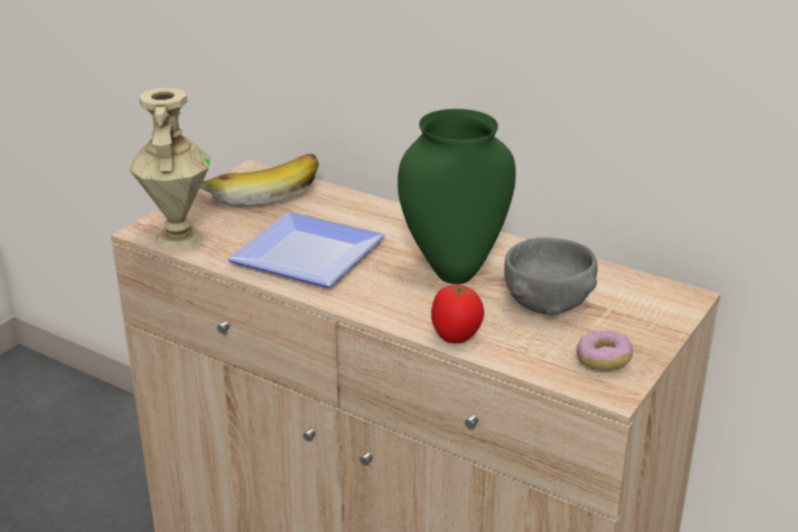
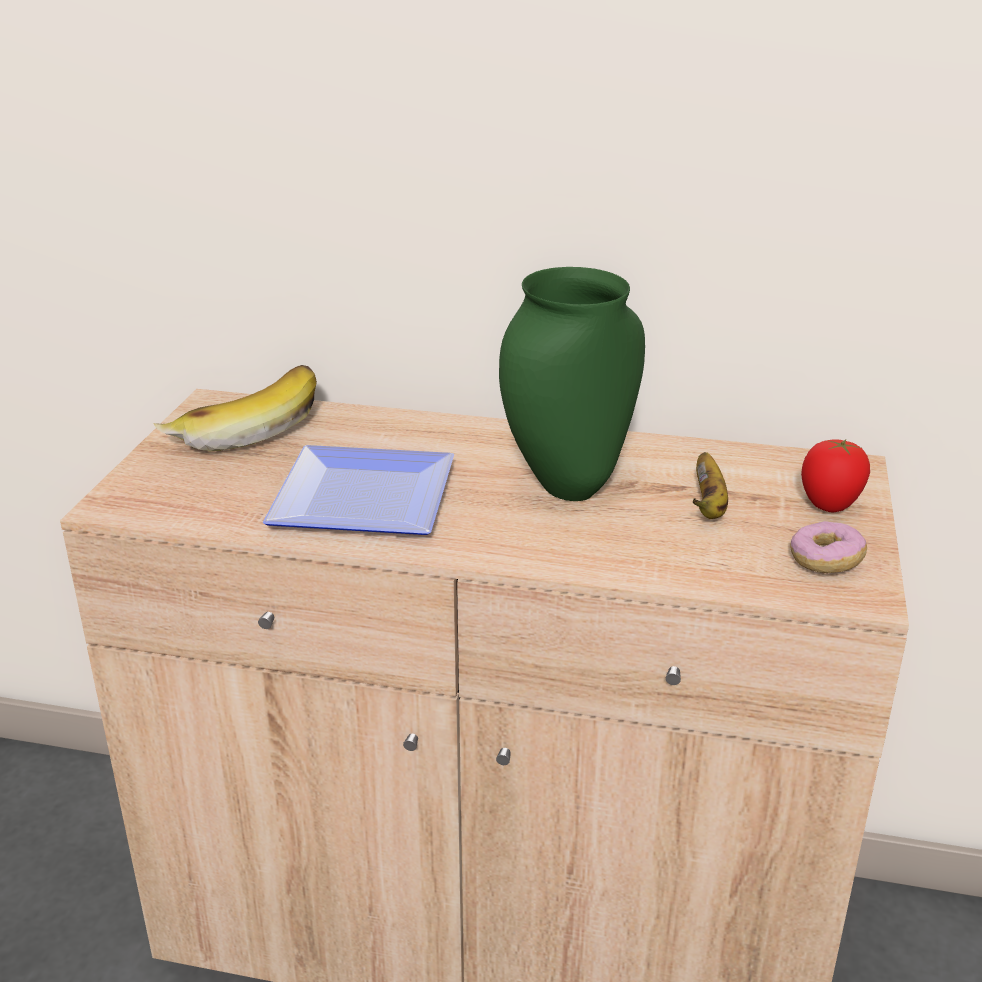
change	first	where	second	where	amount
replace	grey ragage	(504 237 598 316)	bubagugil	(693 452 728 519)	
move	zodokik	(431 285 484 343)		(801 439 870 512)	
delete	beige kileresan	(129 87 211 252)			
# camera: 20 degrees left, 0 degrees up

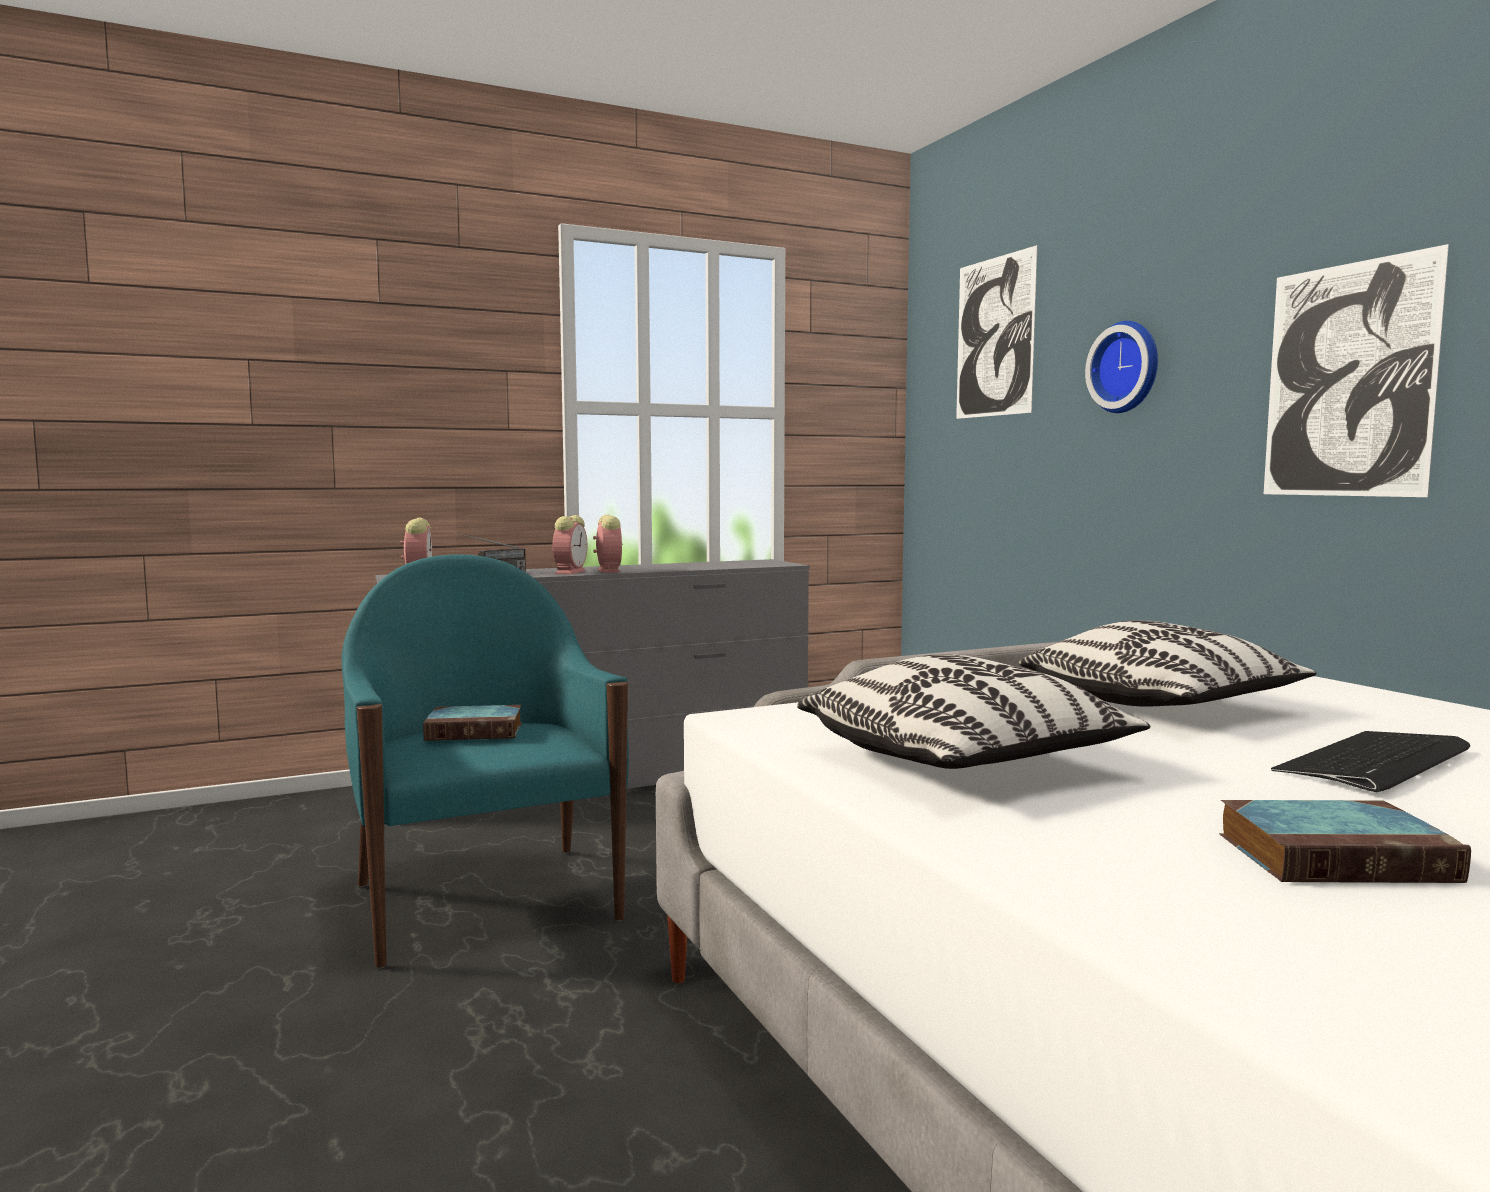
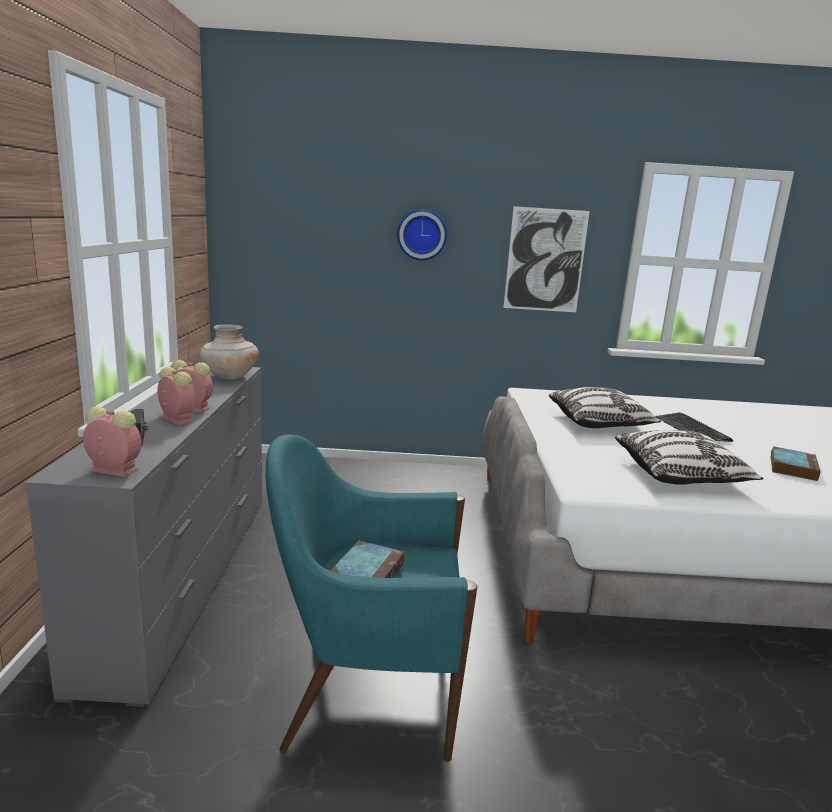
change	first	where	second	where	amount
insert			beige kileresan	(200 324 259 380)	
delete	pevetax	(956 245 1037 419)			
# camera: 65 degrees left, 10 degrees up

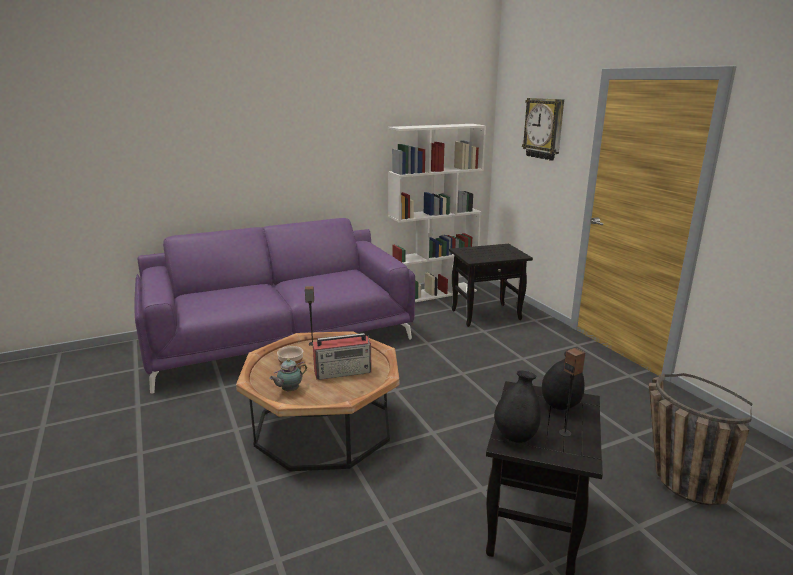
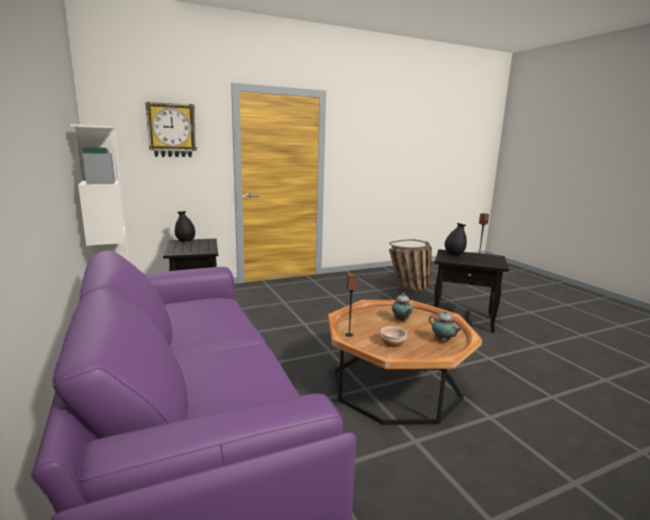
change	first	where	second	where	amount
move	black kileresan	(494 370 541 443)		(175 211 195 242)	
replace	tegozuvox	(313 333 372 380)	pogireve	(392 293 413 322)	
# camera: 90 degrees left, 5 degrees down

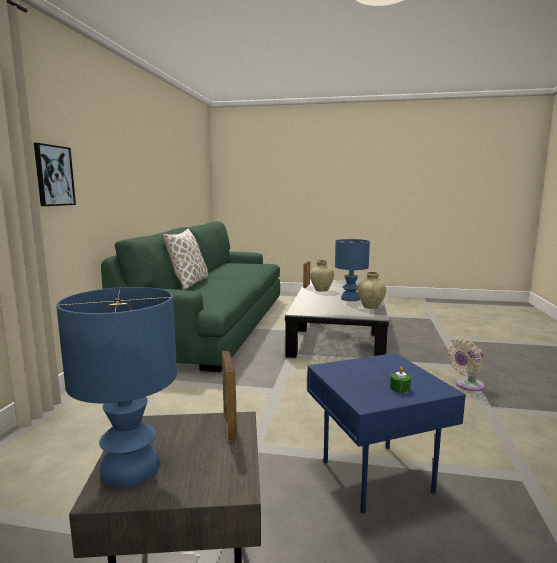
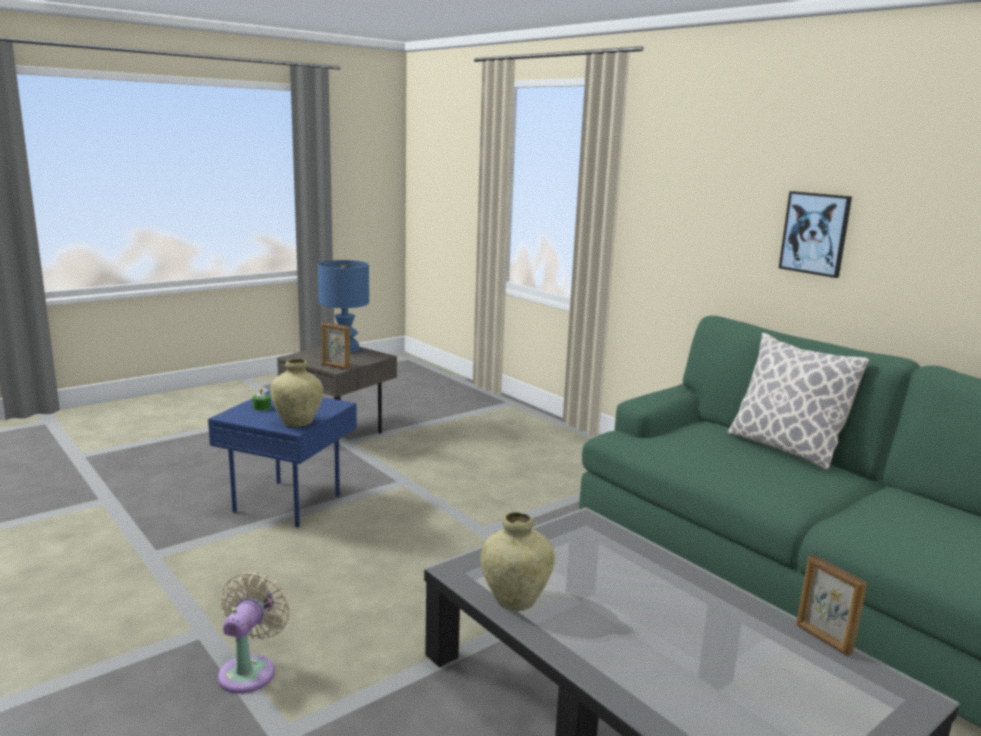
change	first	where	second	where	amount
move	beige kileresan	(310 260 334 292)		(270 359 323 427)	
move	pevetax	(34 143 76 206)		(779 191 852 278)	
delete	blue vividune	(335 239 370 301)			
# camera: 130 degrees right, 5 degrees up

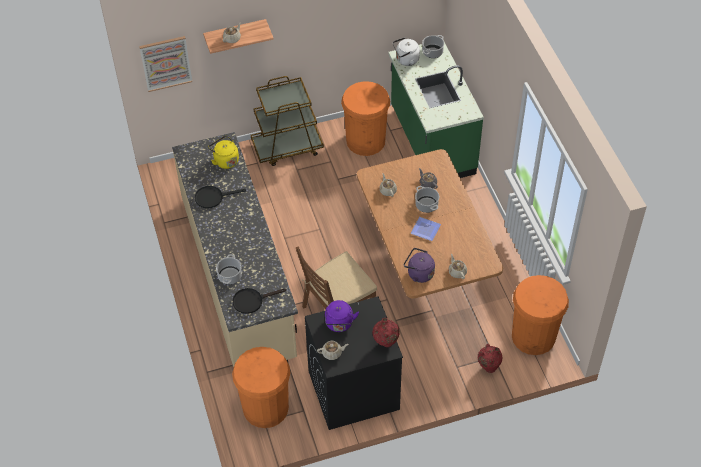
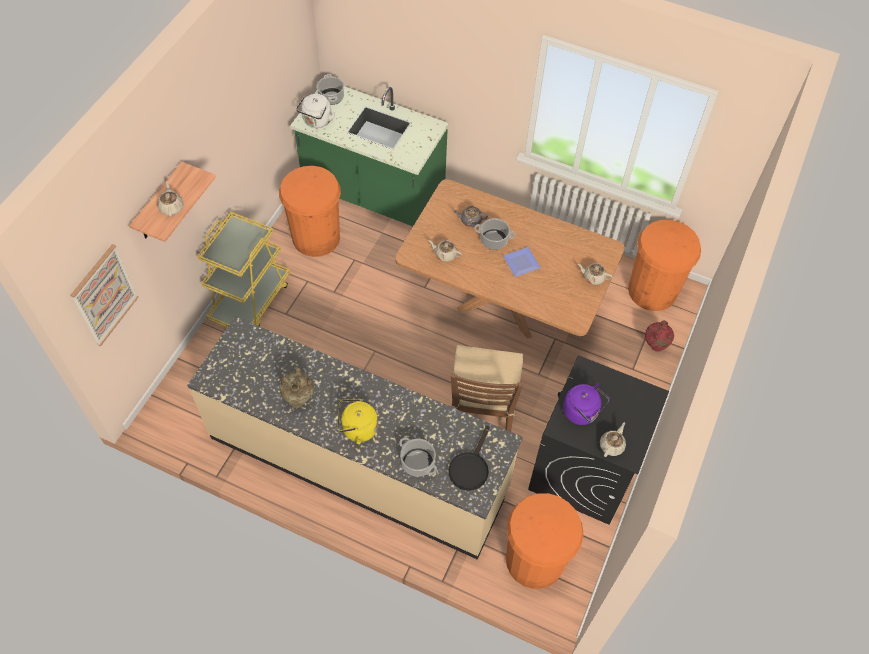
change	first	where	second	where	amount
recolor	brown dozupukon	(251 76 324 166)	yellow dozupukon	(198 212 290 327)	
replace	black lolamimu	(195 186 246 209)	beige kileresan	(279 367 314 408)	
move	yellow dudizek	(208 135 239 169)		(337 399 378 444)	
delete	red kileresan	(373 318 399 347)			
delete	purple dudizek	(404 248 435 283)			
# camera: 50 degrees left, 5 degrees up

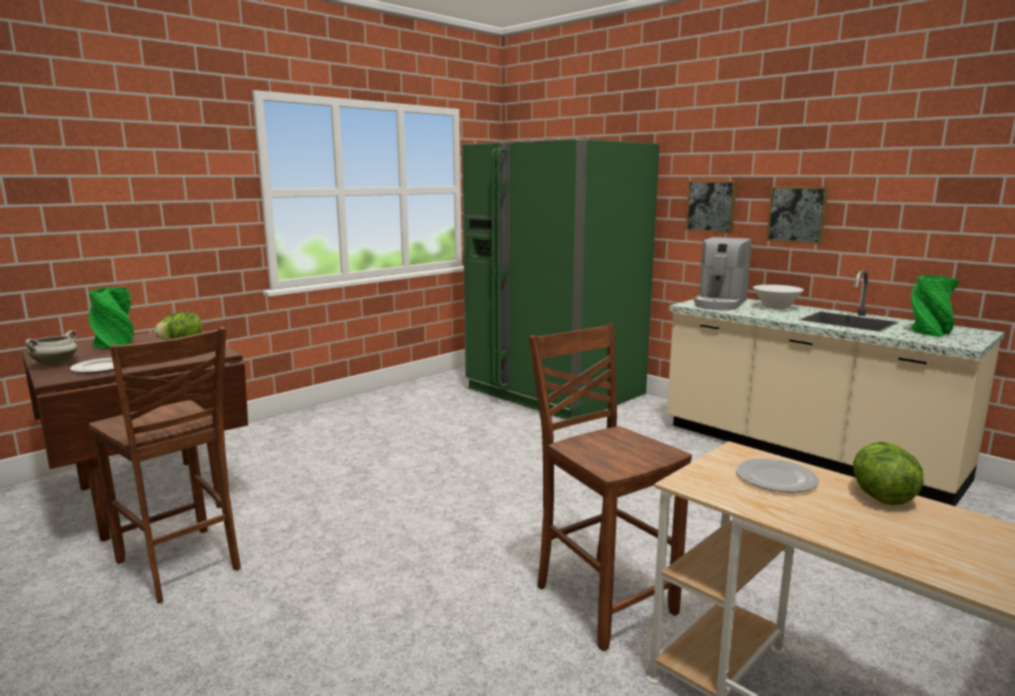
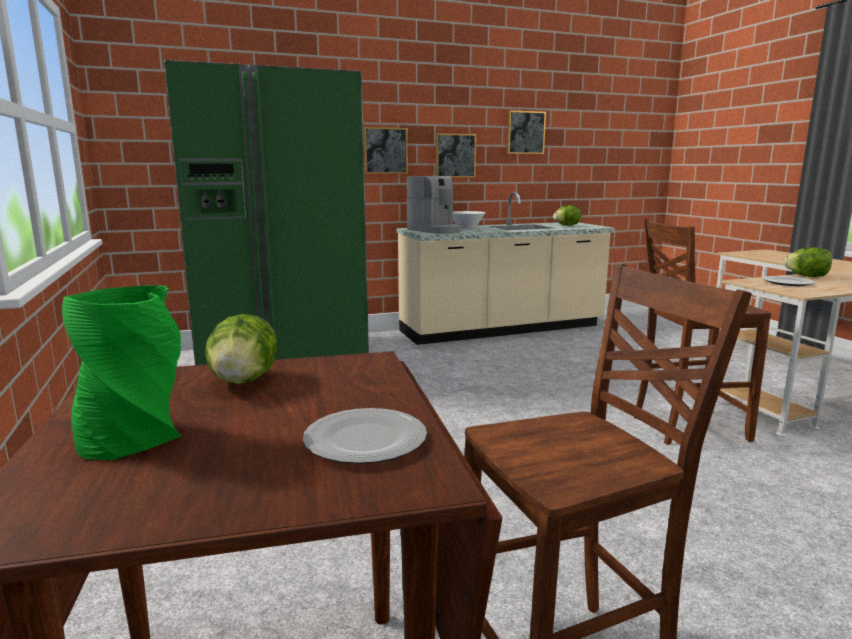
change	first	where	second	where	amount
insert			pevetax	(507 110 546 154)	
replace	green kileresan	(910 275 959 337)	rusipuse	(553 205 581 226)	
delete	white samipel	(25 330 77 366)			
# camera: 65 degrees left, 0 degrees up

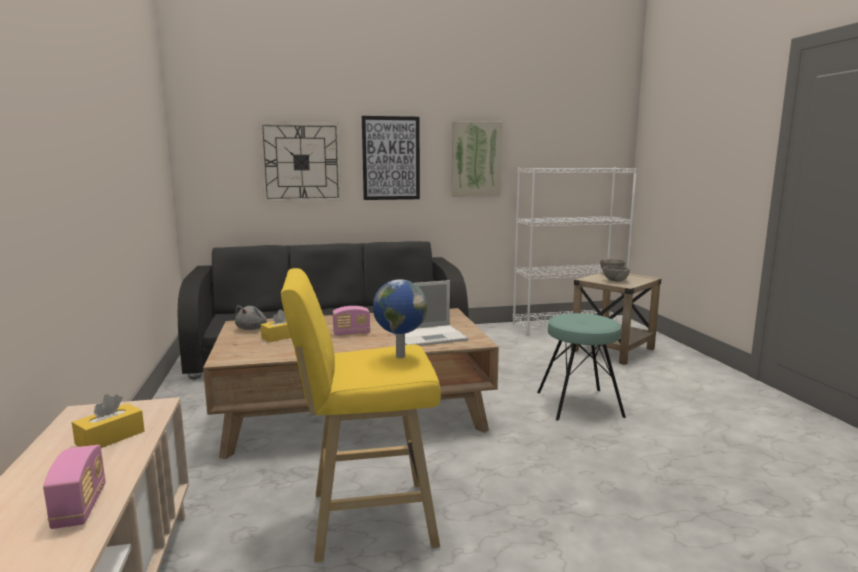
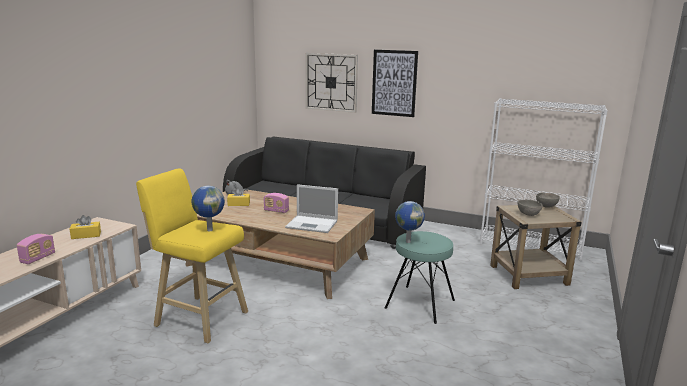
change	first	where	second	where	amount
insert			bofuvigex	(395 201 425 243)	
delete	pevetax	(452 121 503 197)			
# camera: 35 degrees right, 5 degrees up

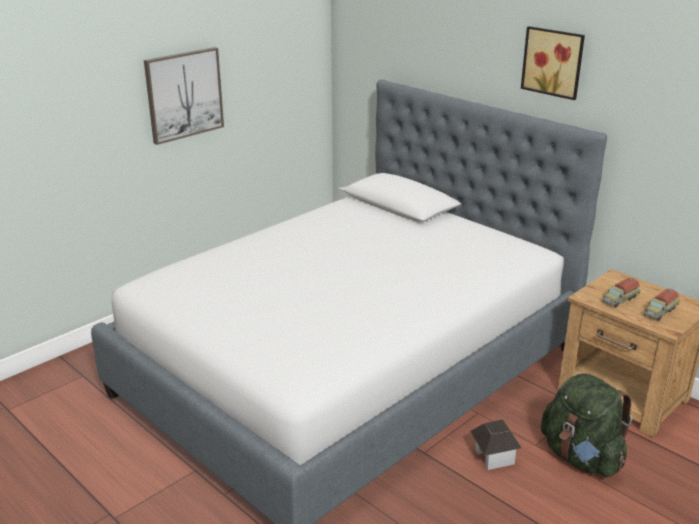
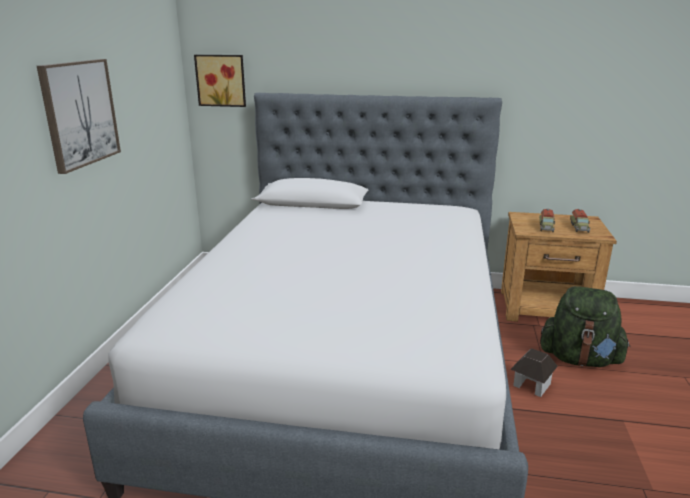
change	first	where	second	where	amount
move	pevetax	(521 26 585 100)		(194 55 246 107)	
# camera: 35 degrees left, 5 degrees down

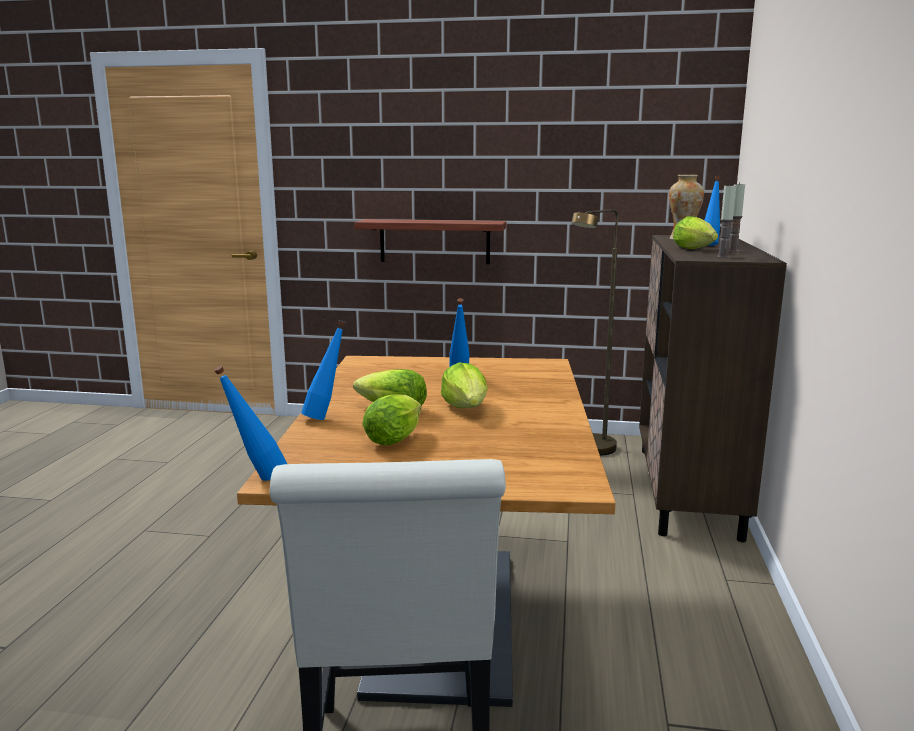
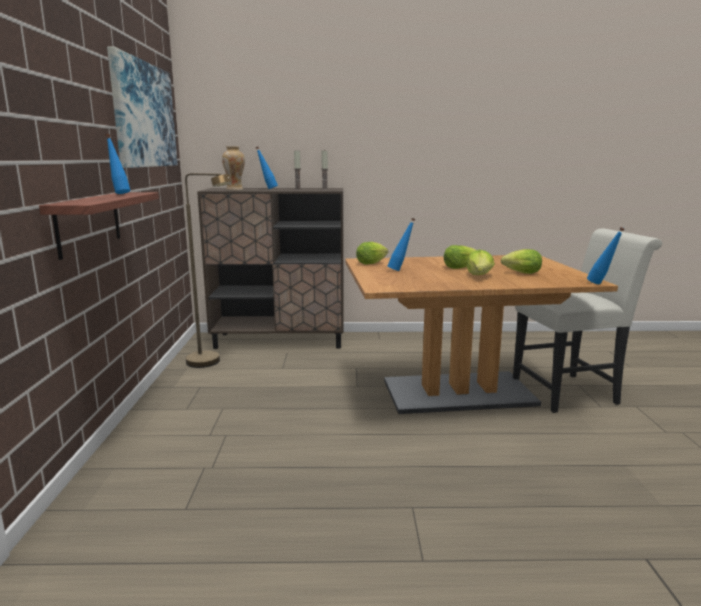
change	first	where	second	where	amount
move	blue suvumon	(301 320 346 420)		(105 134 131 194)	
insert			pevetax	(107 47 178 168)	
move	rusipuse	(673 216 718 249)		(356 242 388 264)	
# camera: 100 degrees left, 0 degrees up

